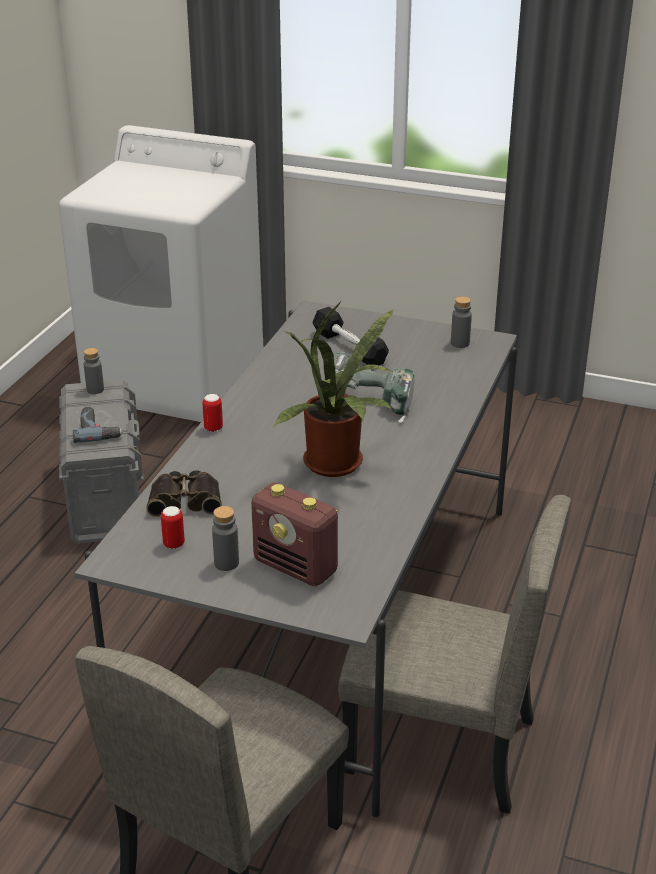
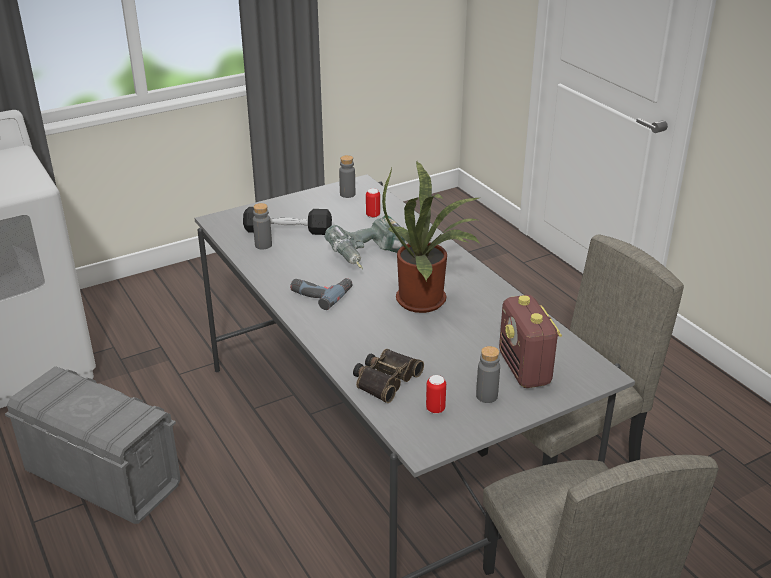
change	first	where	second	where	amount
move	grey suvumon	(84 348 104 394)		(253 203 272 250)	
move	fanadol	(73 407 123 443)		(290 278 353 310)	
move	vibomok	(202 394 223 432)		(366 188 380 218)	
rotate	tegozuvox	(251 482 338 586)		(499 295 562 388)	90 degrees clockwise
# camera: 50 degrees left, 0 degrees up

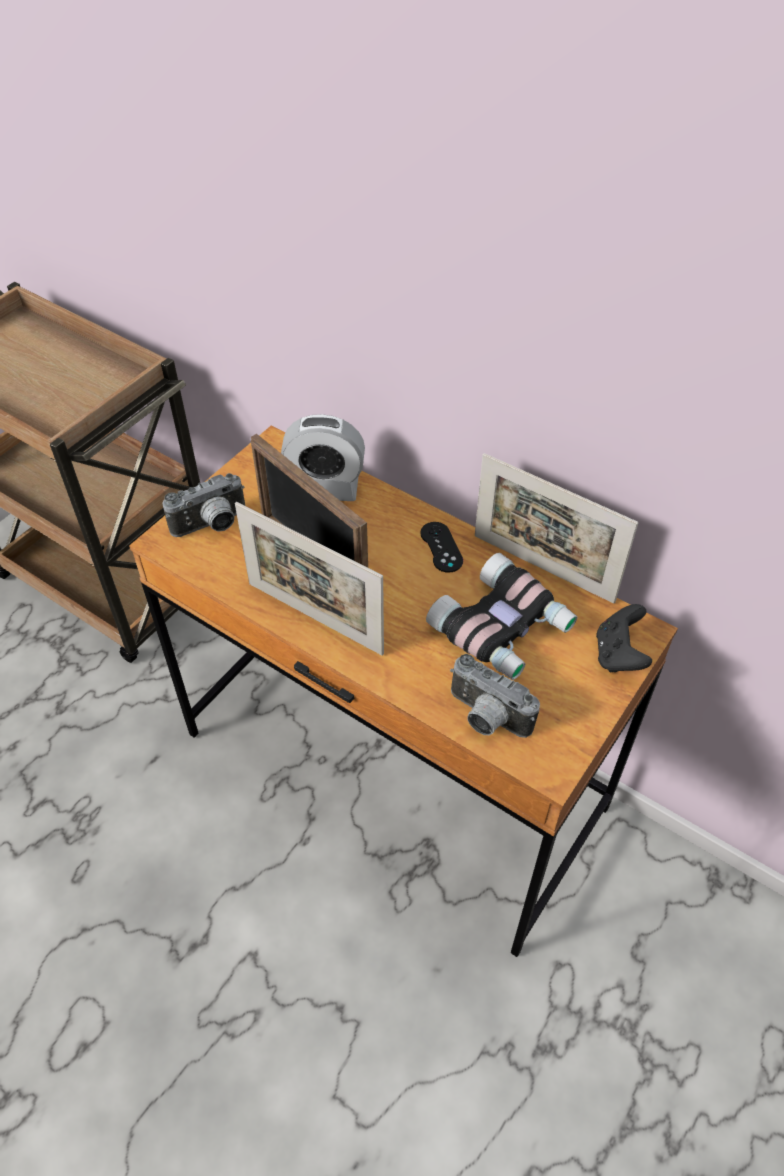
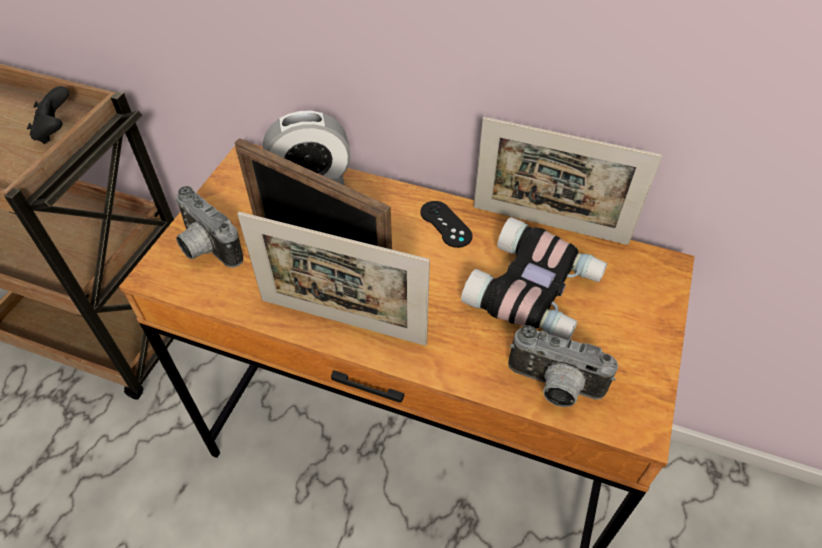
change	first	where	second	where	amount
move	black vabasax	(596 604 652 672)		(27 86 69 144)	
rotate	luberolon	(163 473 245 537)		(176 186 243 268)	90 degrees clockwise
# camera: 15 degrees left, 0 degrees up

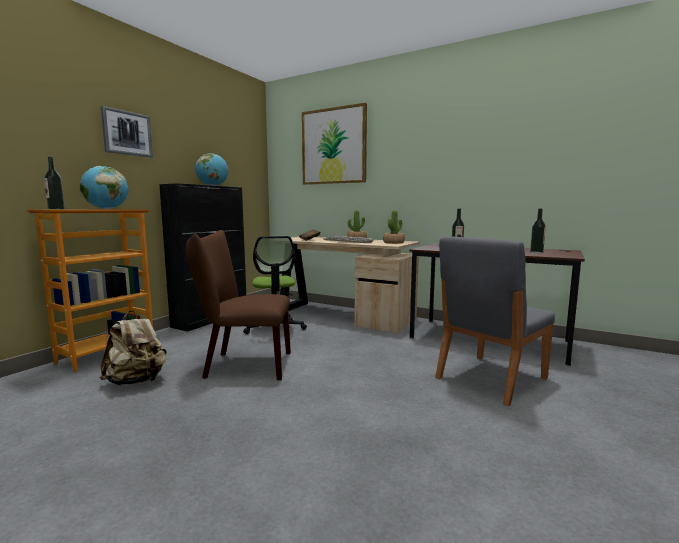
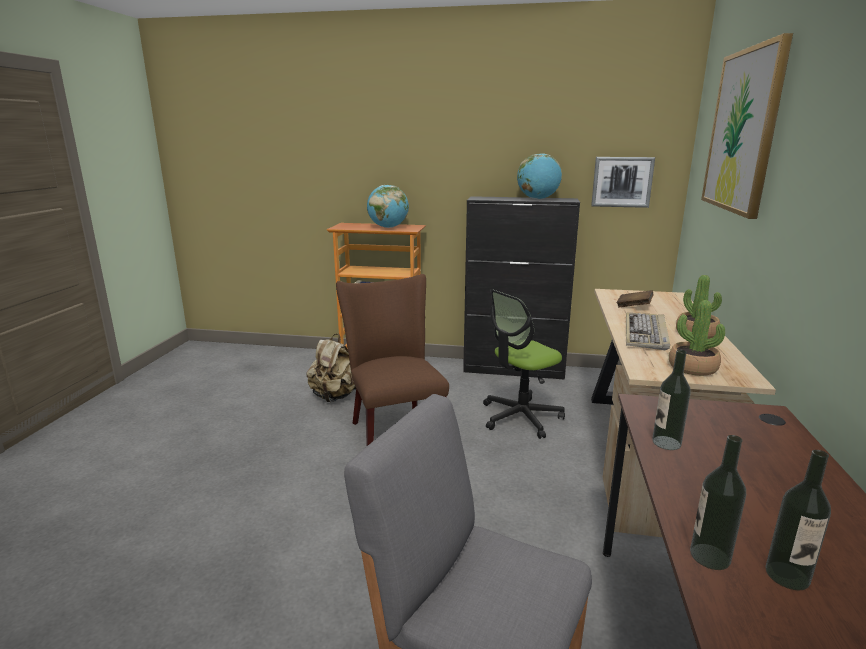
change	first	where	second	where	amount
move	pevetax	(101 106 153 158)		(591 157 655 208)	
move	suvumon	(44 157 65 209)		(690 435 746 570)	
# camera: 70 degrees right, 10 degrees up

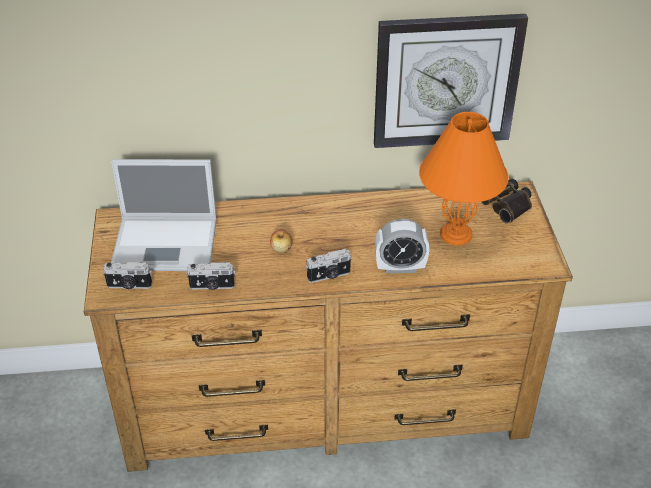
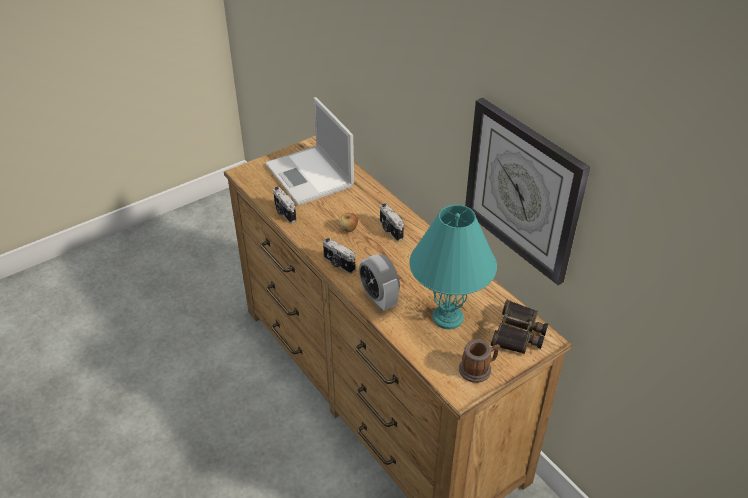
change	first	where	second	where	amount
move	luberolon	(103 262 152 289)		(380 204 404 241)	
recolor	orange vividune	(419 112 509 245)	turquoise vividune	(409 204 497 329)	
insert			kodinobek	(459 339 500 383)	
# camera: 60 degrees right, 0 degrees up

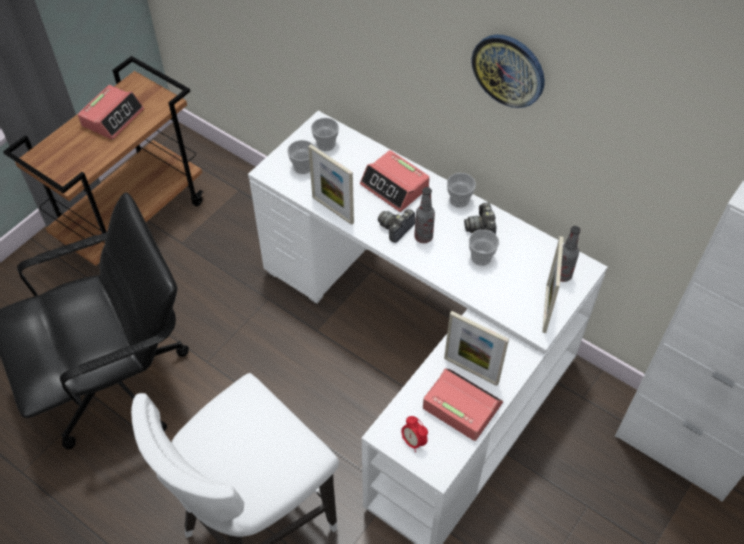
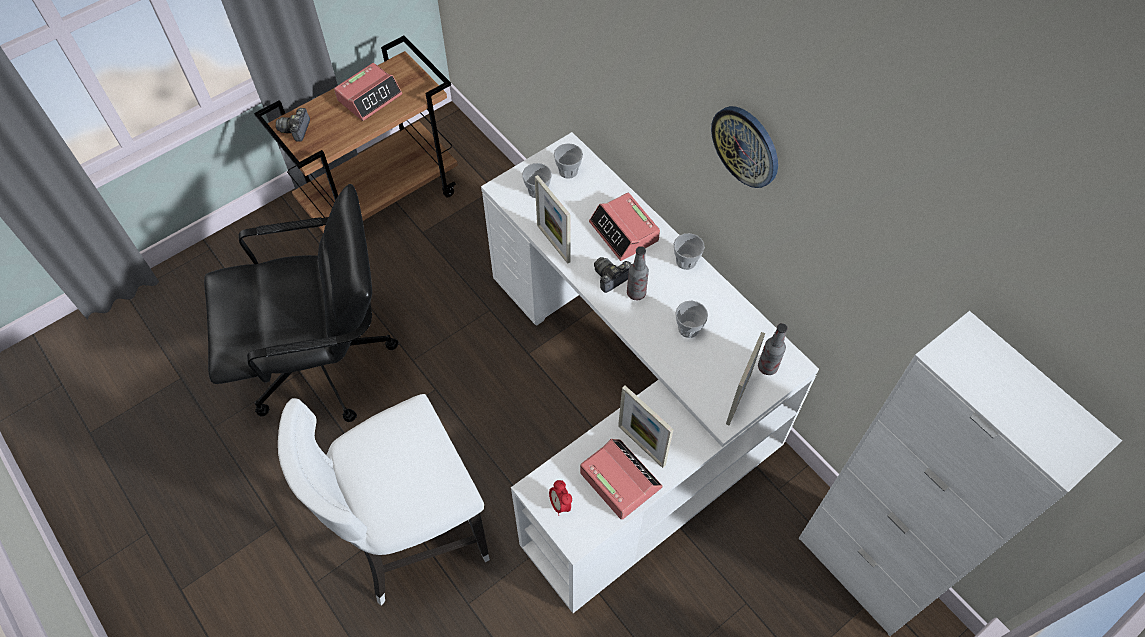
change	first	where	second	where	amount
move	luberolon	(464 202 496 234)		(276 108 310 142)	
# camera: 15 degrees right, 5 degrees up

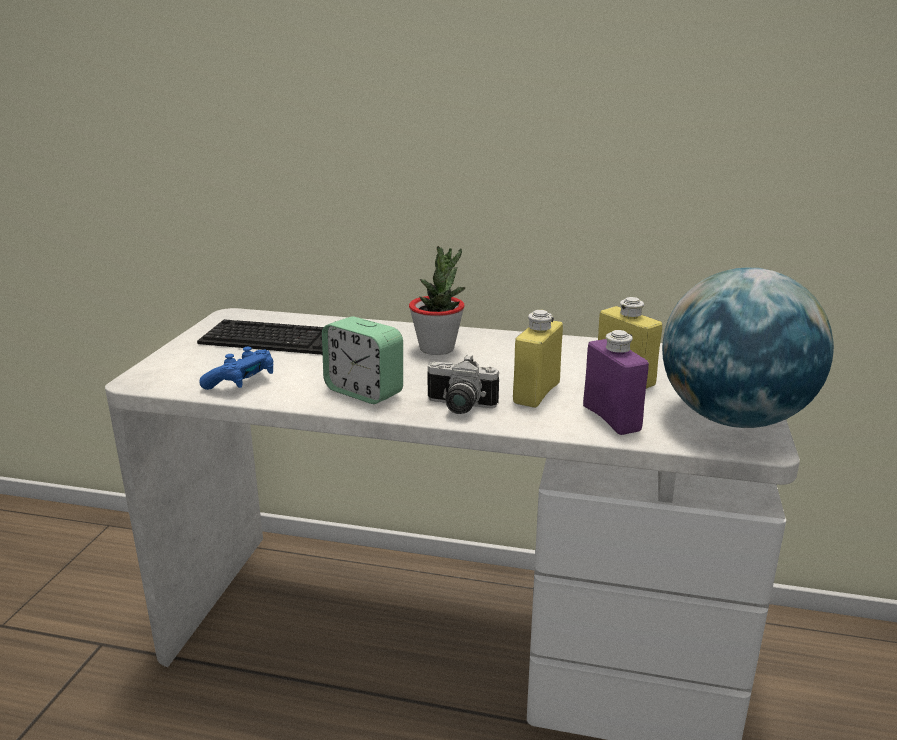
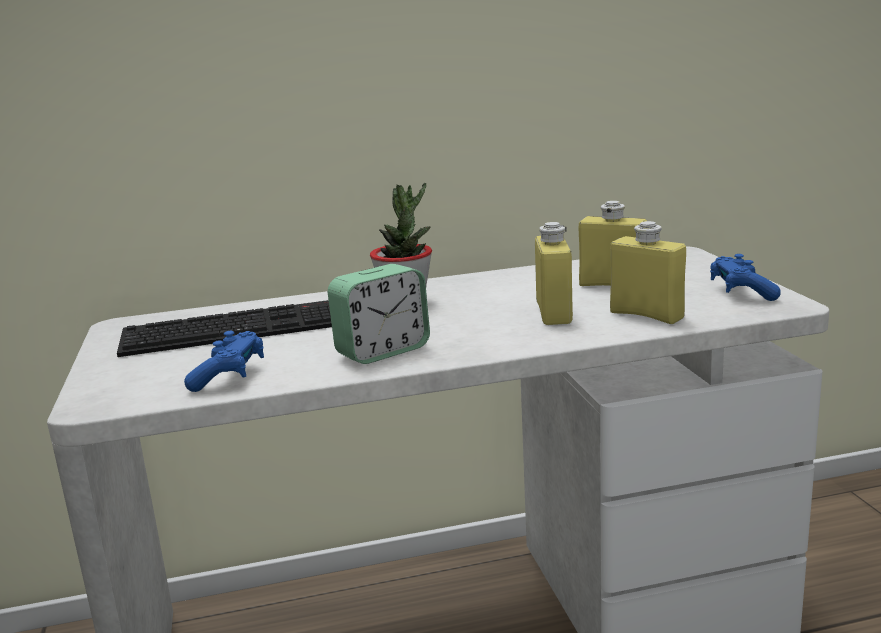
change	first	where	second	where	amount
rotate	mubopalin	(322 316 403 404)		(328 264 430 364)	45 degrees counterclockwise
recolor	purple suvumon	(583 330 649 435)	yellow suvumon	(610 221 686 324)	
replace	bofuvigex	(662 268 834 428)	blue vabasax	(710 254 781 301)	
delete	luberolon	(427 355 499 414)			
# camera: 25 degrees left, 5 degrees down

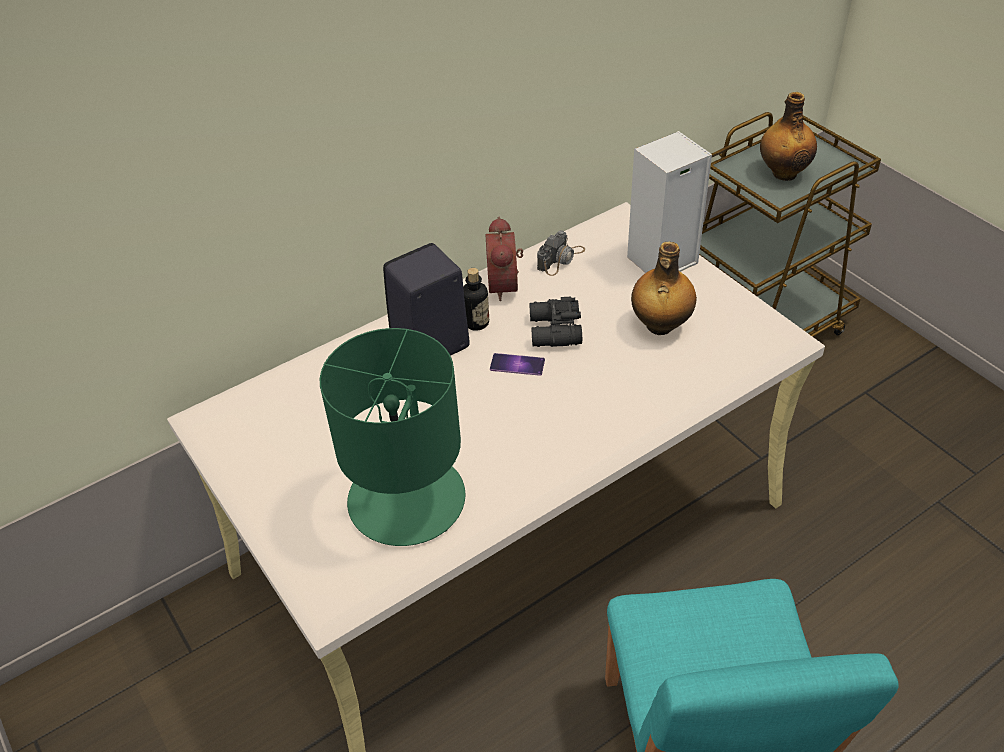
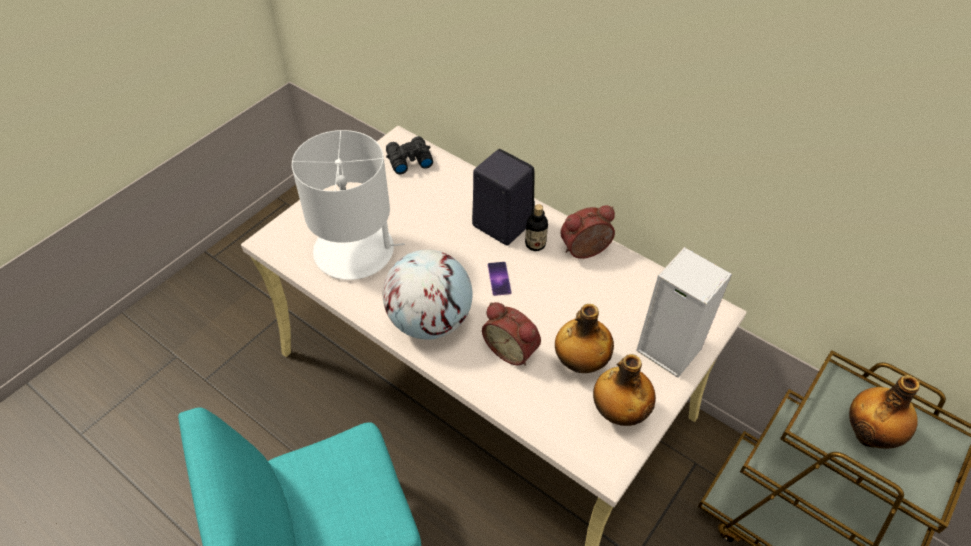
change	first	where	second	where	amount
recolor	green vividune	(320 328 465 546)	white vividune	(292 130 405 280)	
insert			bofuvigex	(383 250 473 340)	
move	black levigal	(530 297 582 347)		(386 136 433 174)	
insert			mubopalin	(482 302 541 366)	
insert			suvumon	(593 354 656 426)	
delete	luberolon	(537 230 585 276)			
# camera: 70 degrees right, 5 degrees up

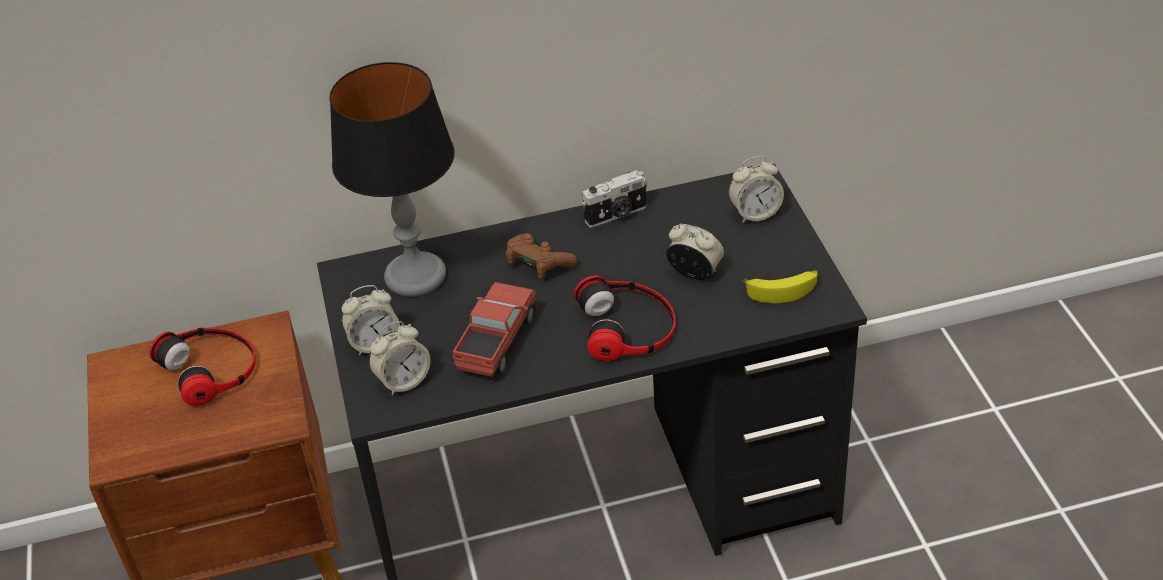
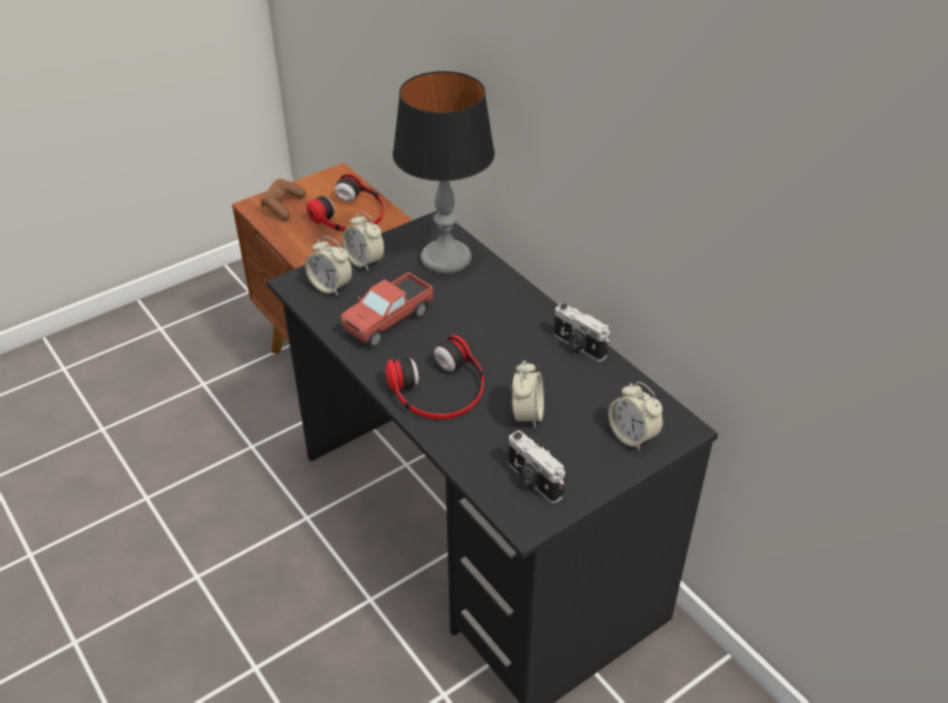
change	first	where	second	where	amount
move	brown vabasax	(506 233 577 278)		(260 179 306 221)	
rotate	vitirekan	(453 282 536 377)		(340 272 433 348)	135 degrees clockwise
replace	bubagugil	(743 271 818 303)	luberolon	(508 430 565 503)	
# camera: 65 degrees right, 0 degrees up

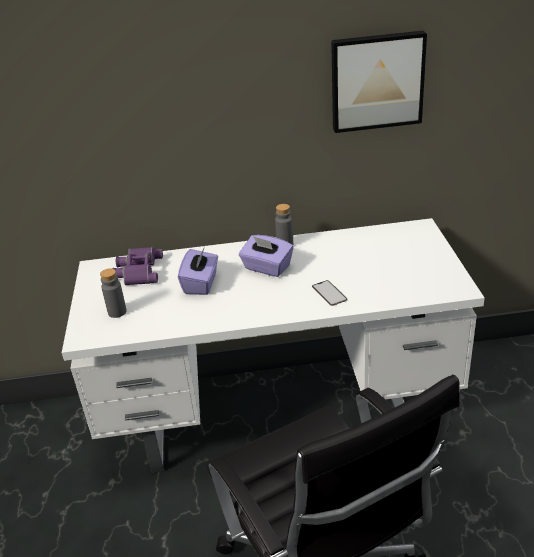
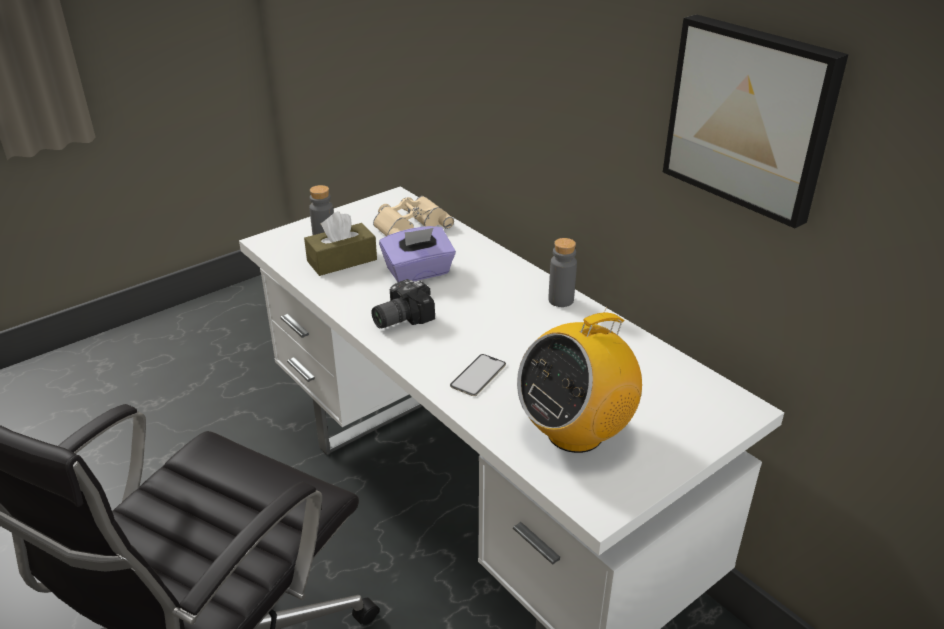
change	first	where	second	where	amount
insert			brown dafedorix	(304 211 377 276)	
insert			luberolon	(371 279 435 328)	
recolor	purple levigal	(113 247 163 285)	beige levigal	(373 196 454 236)	
insert			tegozuvox	(517 306 642 453)	
delete	purple dafedorix	(239 235 293 277)			
# camera: 55 degrees right, 0 degrees up

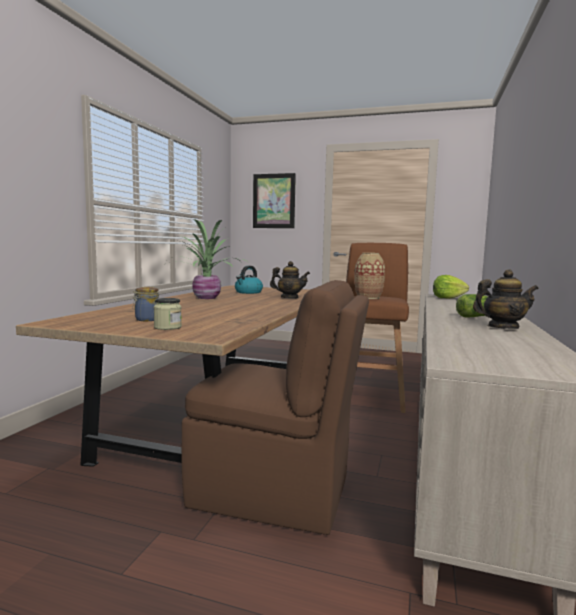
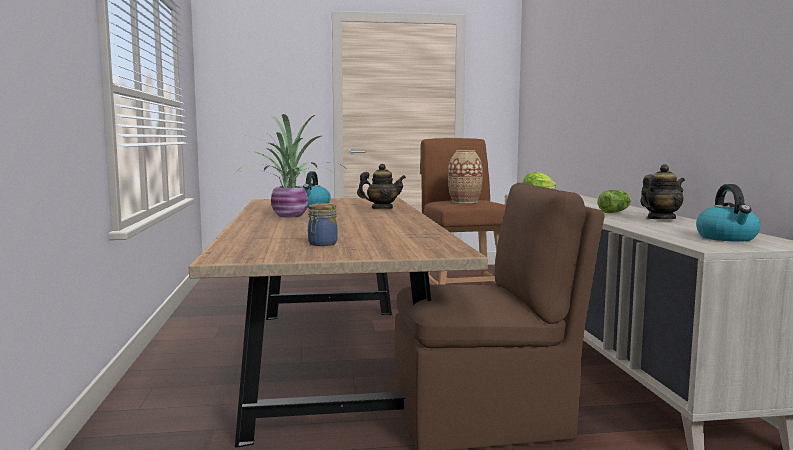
change	first	where	second	where	amount
insert			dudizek	(696 184 761 242)	
delete	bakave	(154 298 182 330)			
delete	pevetax	(253 173 296 228)			
# camera: 25 degrees left, 0 degrees up

